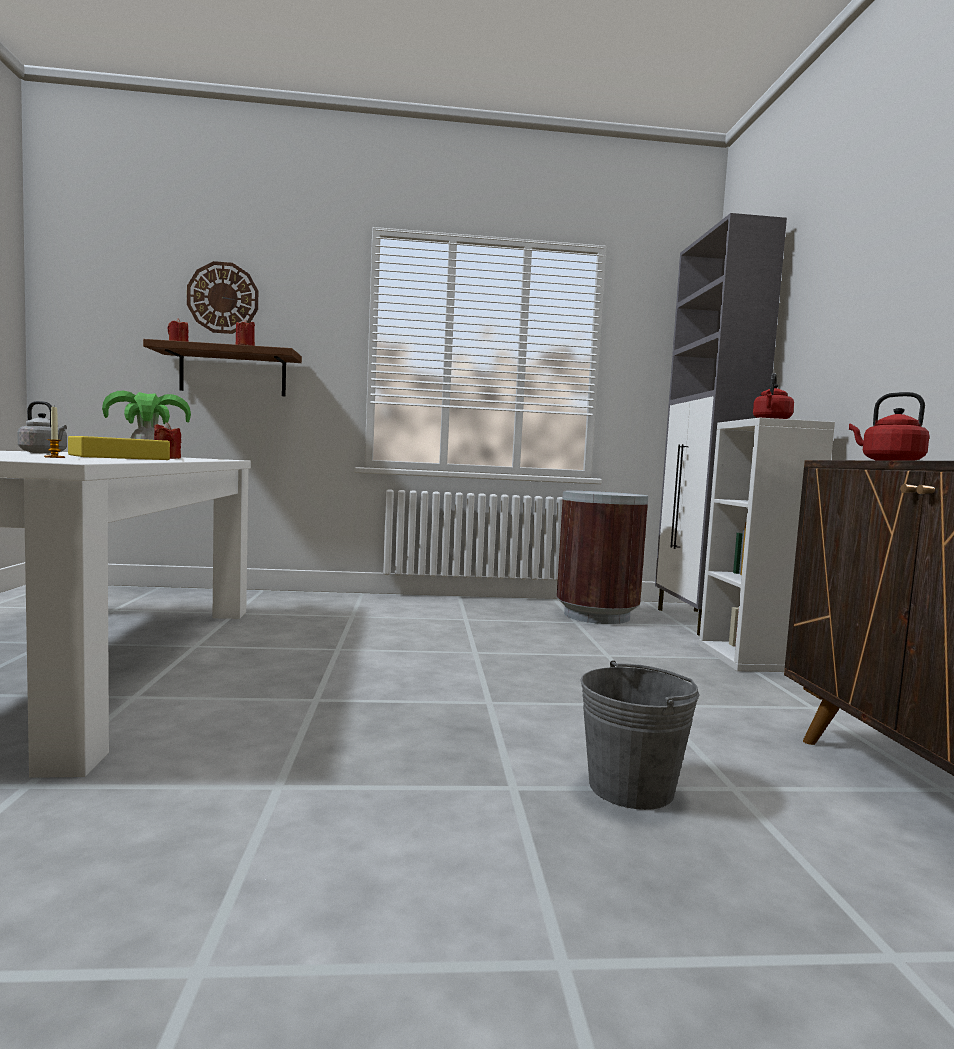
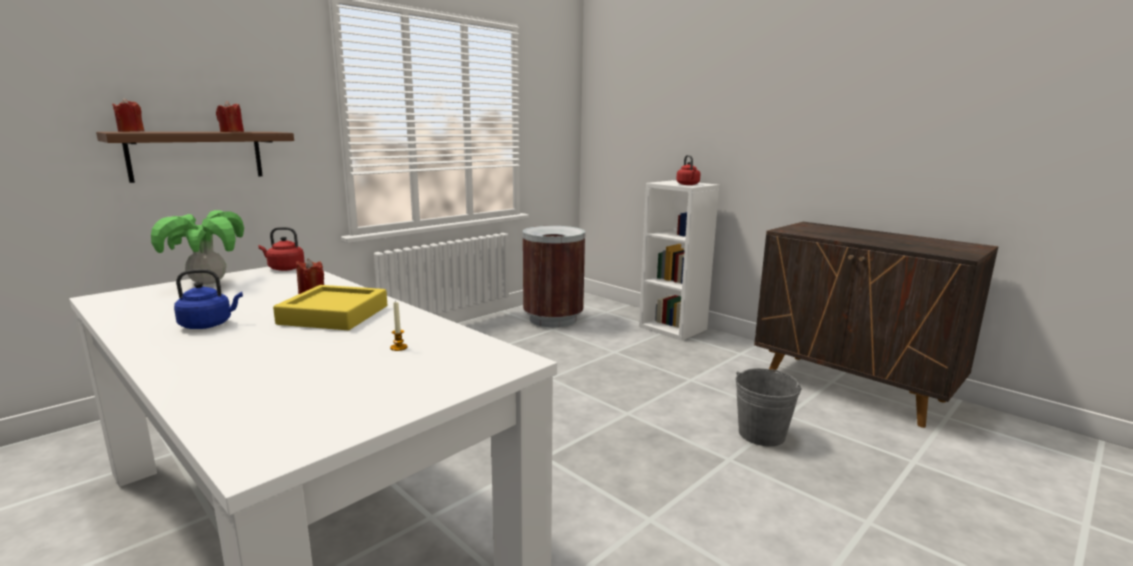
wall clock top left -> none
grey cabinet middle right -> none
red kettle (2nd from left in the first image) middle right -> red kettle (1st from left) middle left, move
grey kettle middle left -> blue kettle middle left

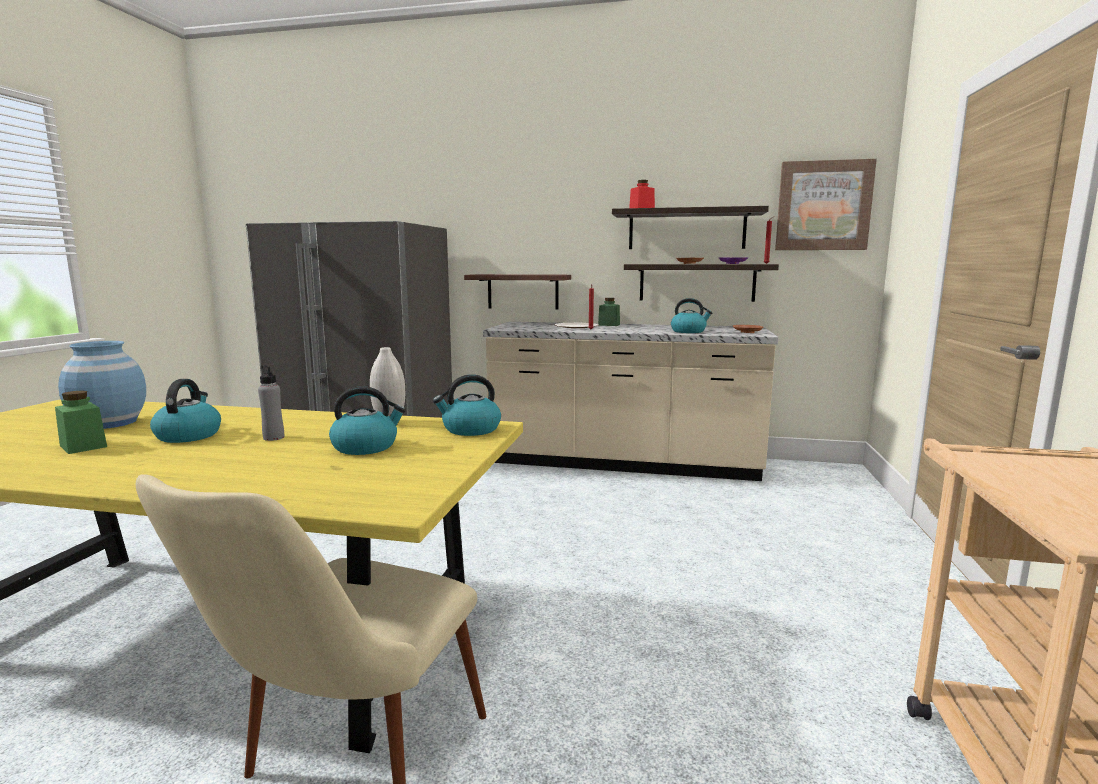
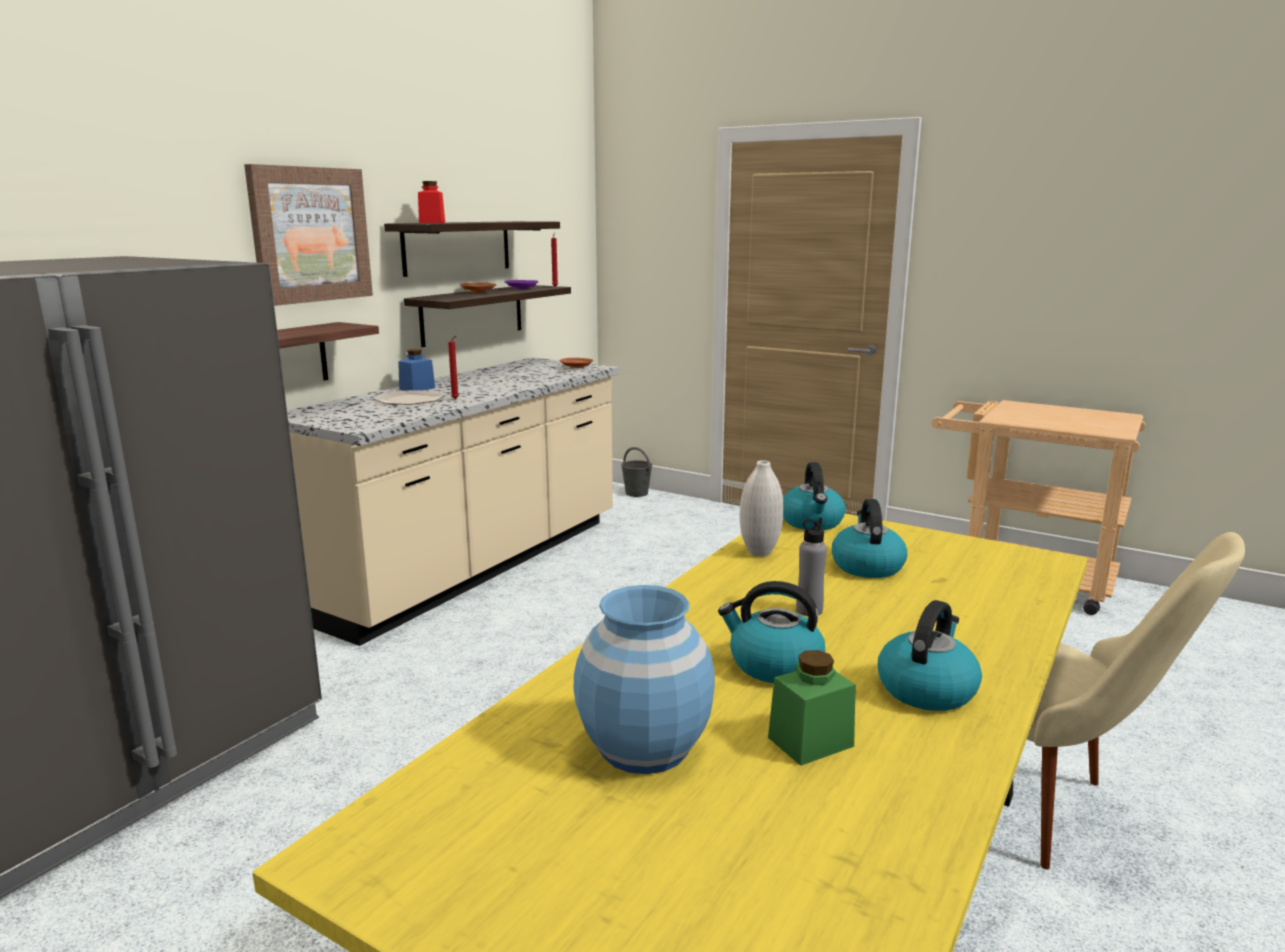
none -> grey bucket centre
kettle (4th from left) centre -> kettle (4th from left) bottom right, move
picture top right -> picture top left, move
green jar (2nd from left) centre -> blue jar middle left

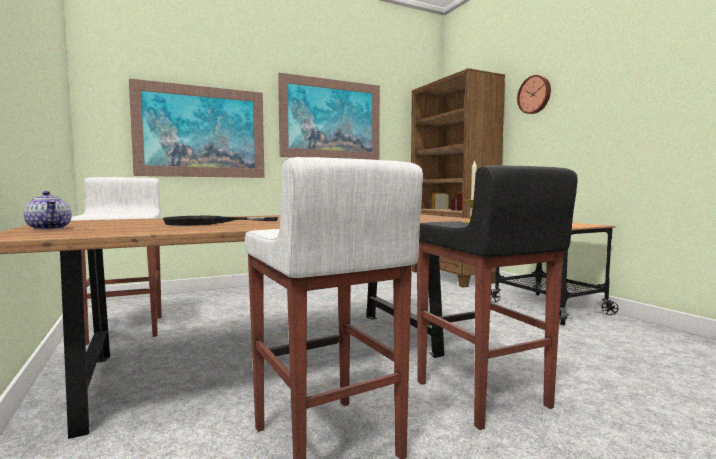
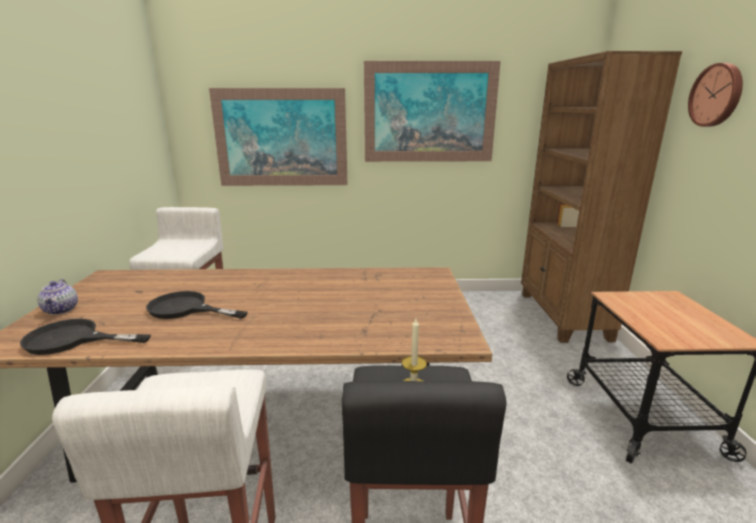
none -> black frying pan (1st from left) middle left

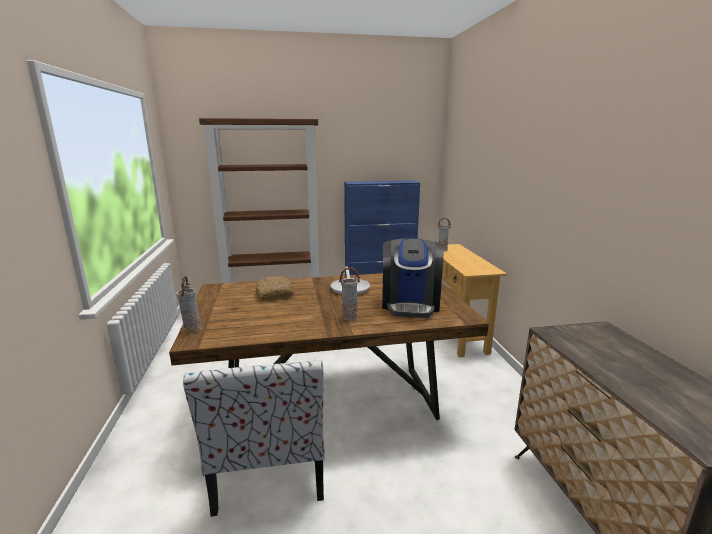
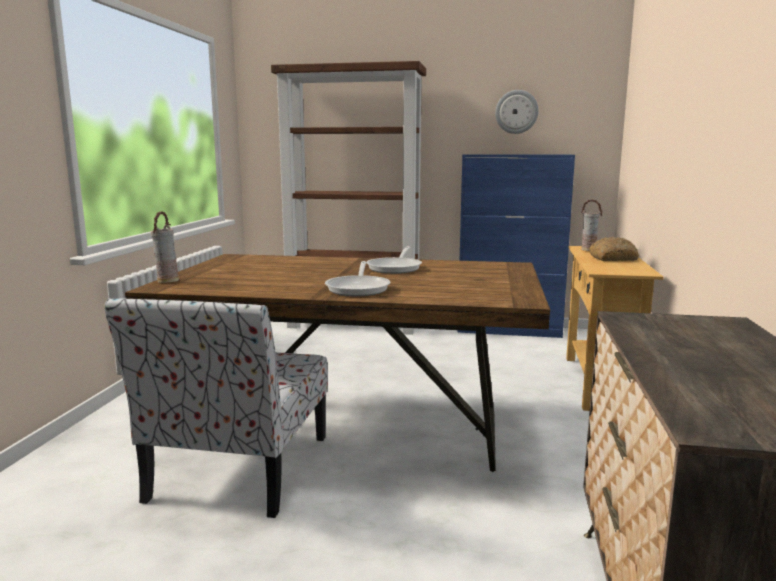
coffee machine centre -> none
none -> wall clock top centre
bread centre -> bread middle right, move
vase (2nd from left) centre -> frying pan (1st from left) centre

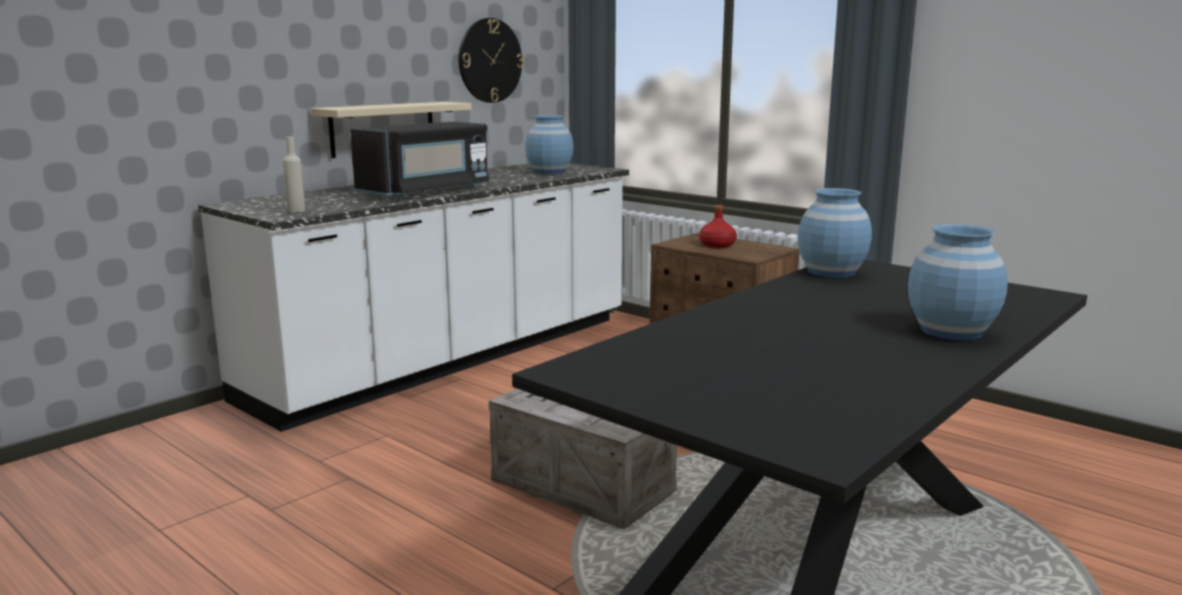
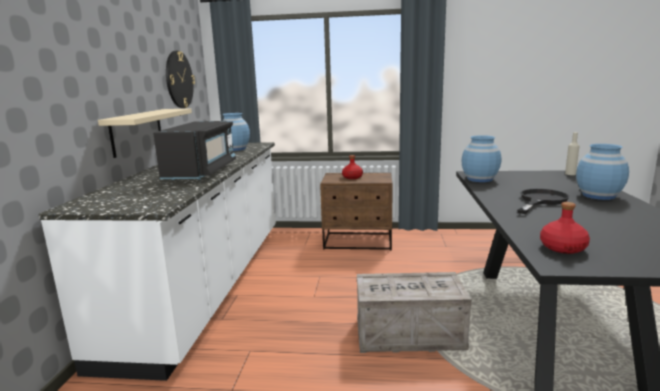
none -> black frying pan middle right
none -> red bottle (2nd from left) middle right
beige bottle top left -> beige bottle middle right, move

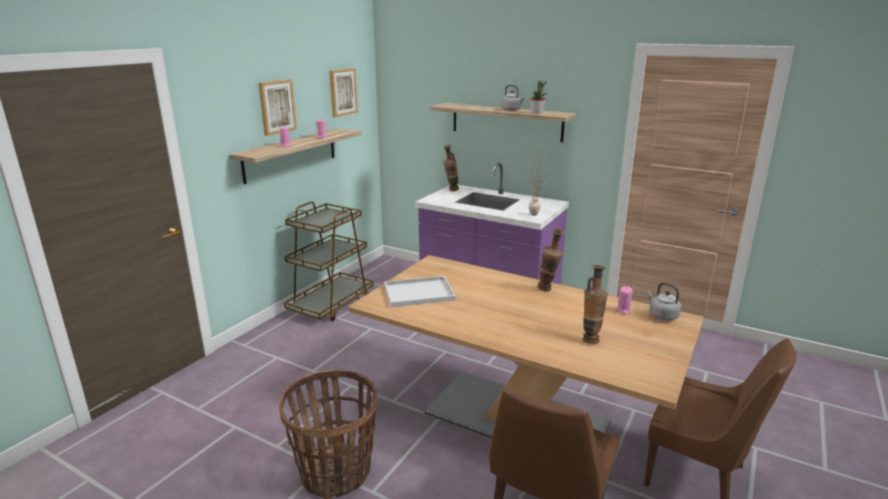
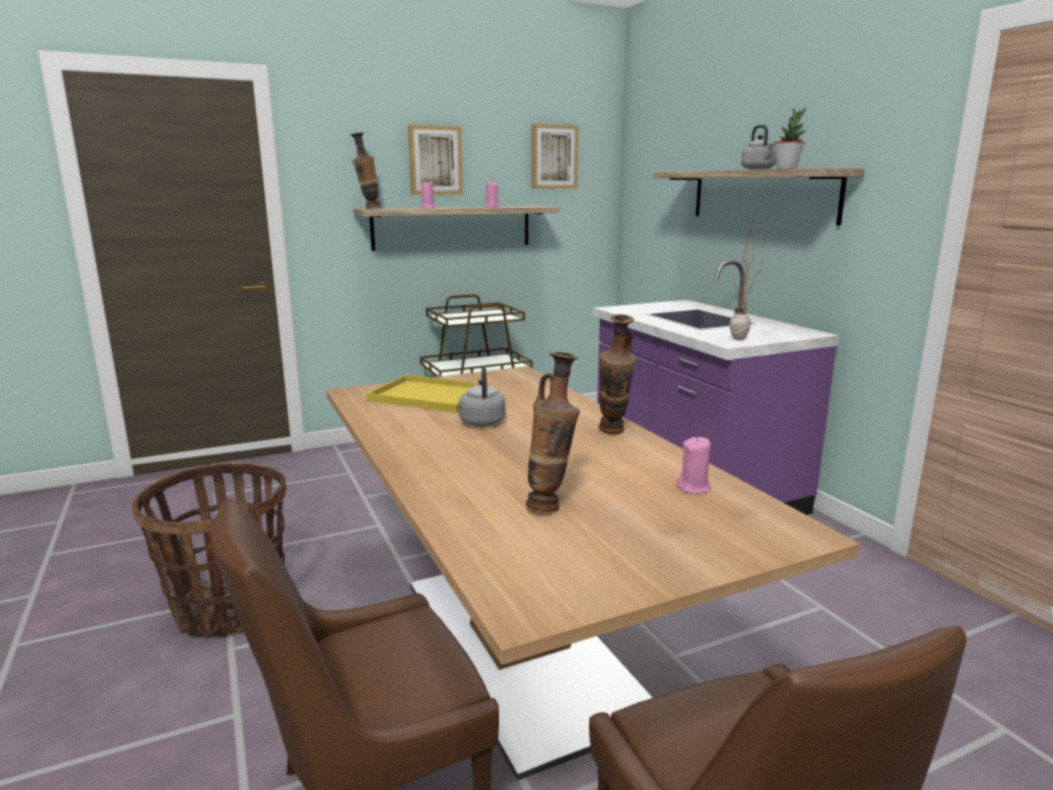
vase (1st from left) centre -> vase (1st from left) top centre, move
grey kettle (2nd from left in the first image) middle right -> grey kettle (1st from left) centre, move
white tray centre -> yellow tray centre

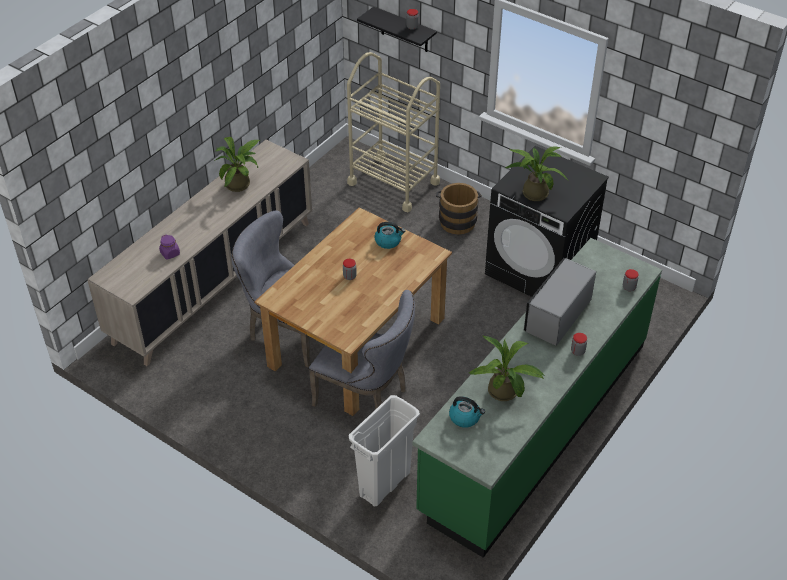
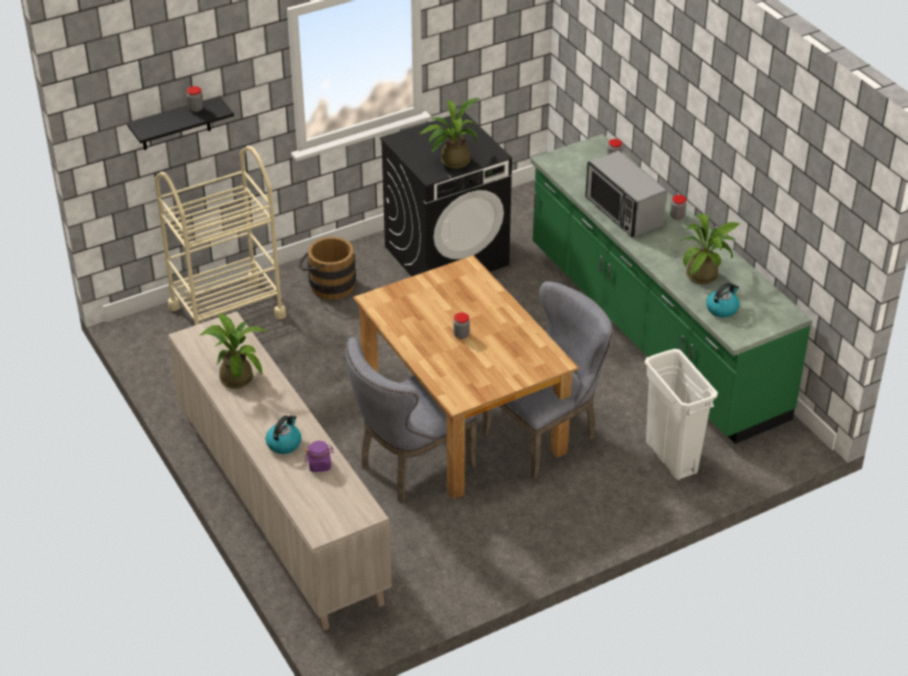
kettle (1st from left) centre -> kettle (1st from left) middle left, move

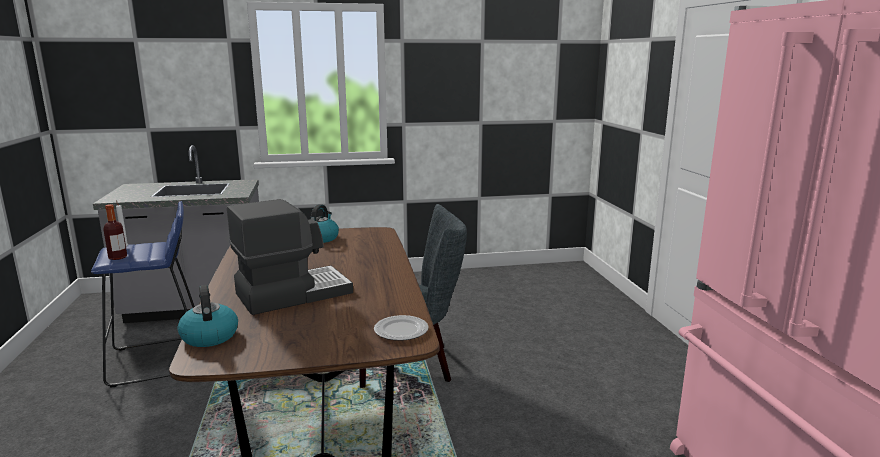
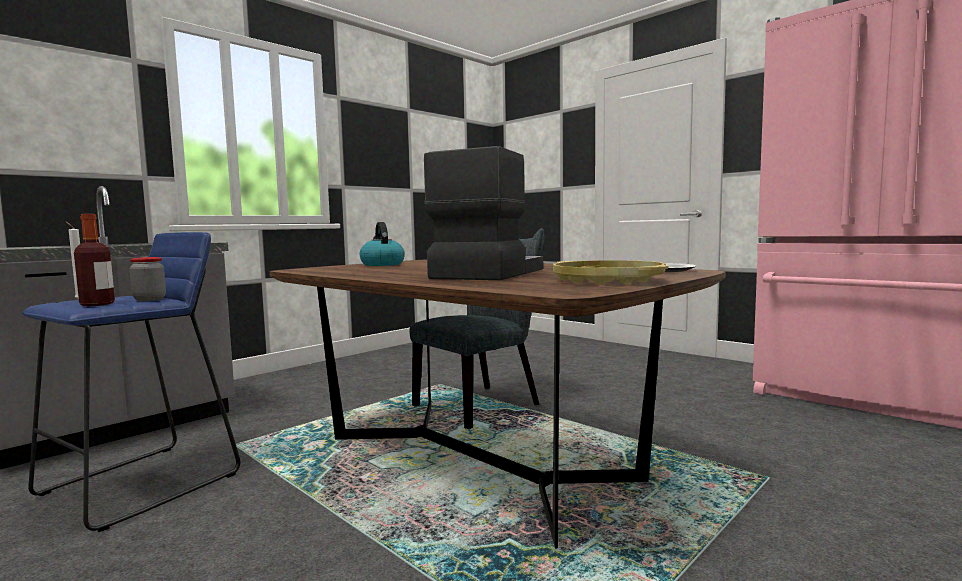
kettle (1st from left) bottom left -> none
none -> jar middle left
none -> yellow tray centre

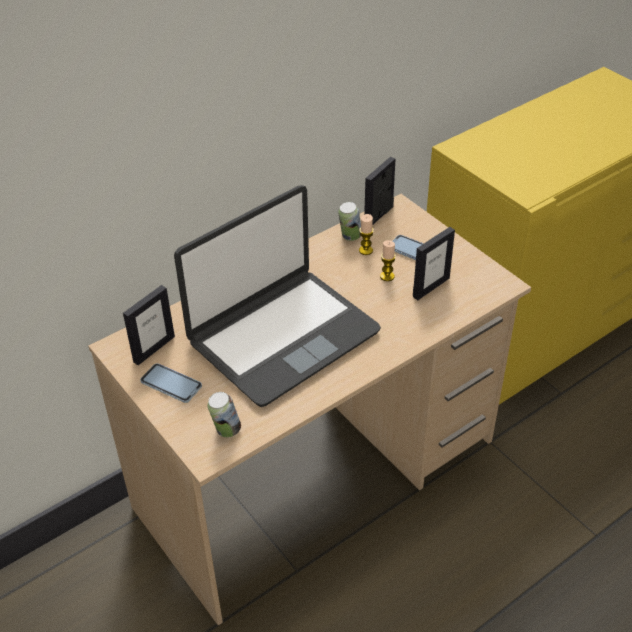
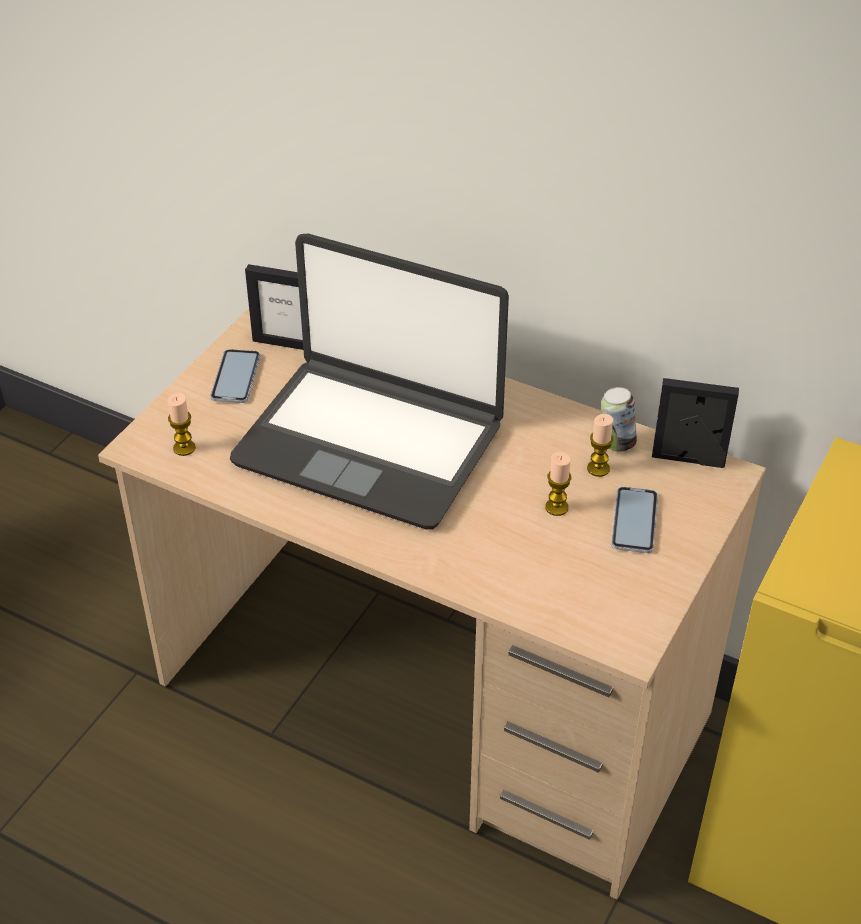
picture frame (3rd from left) middle right -> none
can (1st from left) centre -> candle (1st from left) middle left

